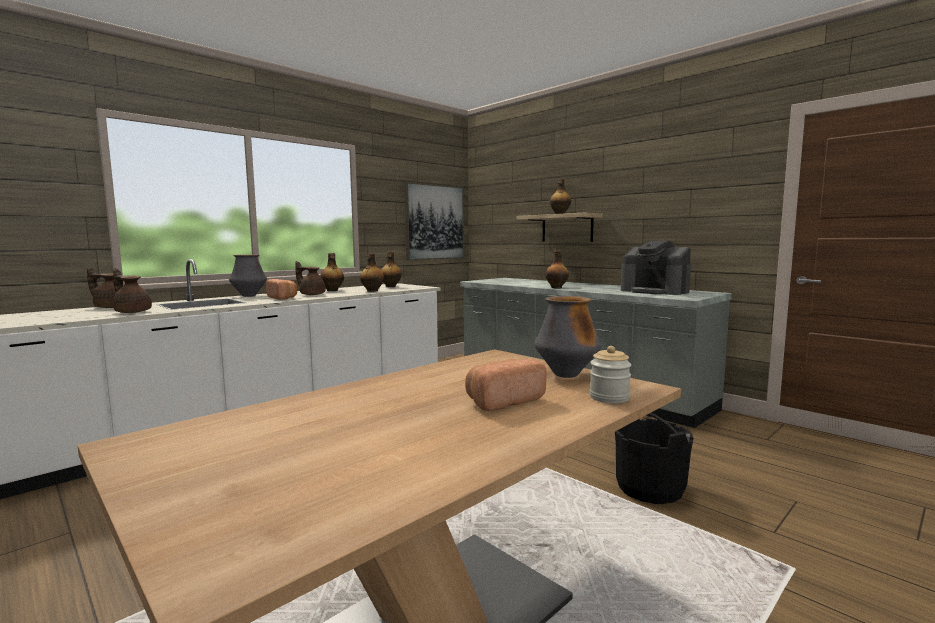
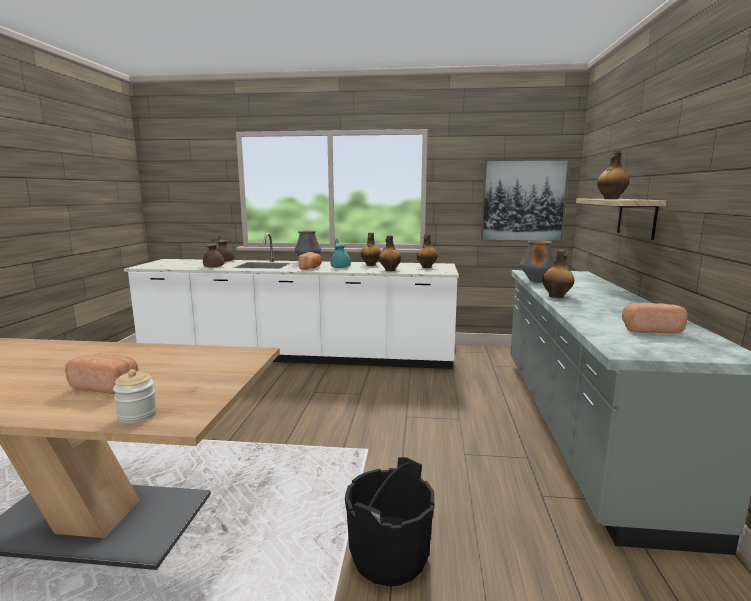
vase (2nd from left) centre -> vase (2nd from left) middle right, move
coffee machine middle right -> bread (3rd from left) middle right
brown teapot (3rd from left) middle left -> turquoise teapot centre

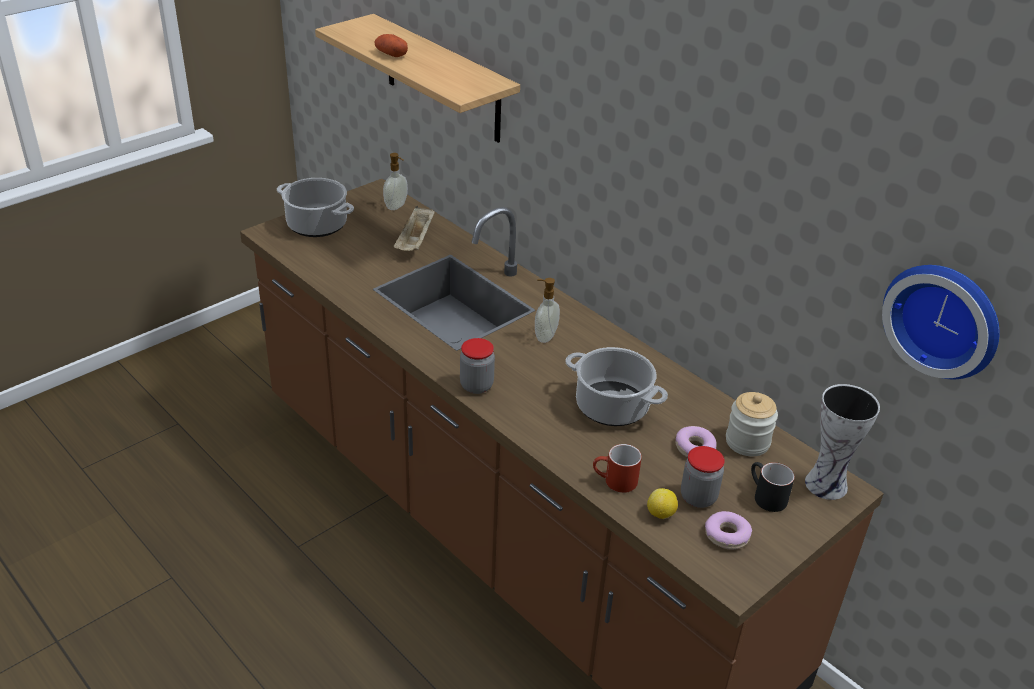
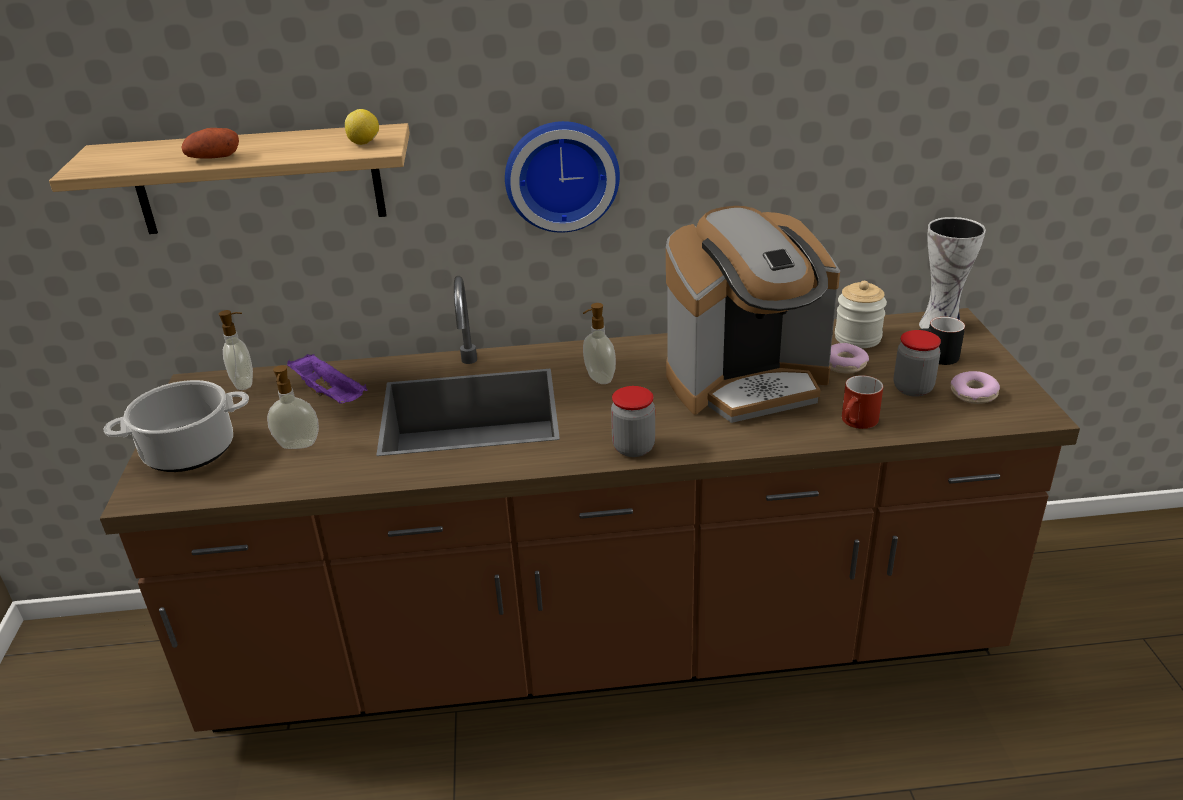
none -> soap dispenser (2nd from left) middle left
lemon bottom centre -> lemon top left, move
wall clock middle right -> wall clock top centre, move
cooking pot (2nd from left) centre -> coffee machine centre
beige tray top centre -> purple tray middle left

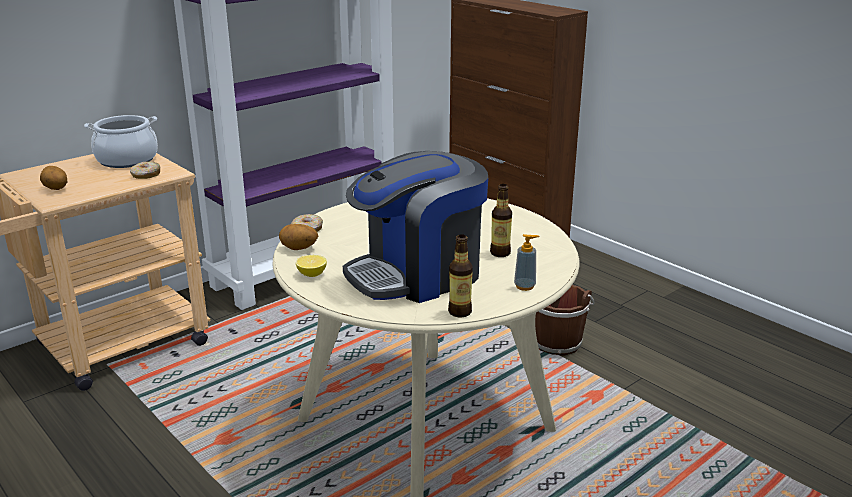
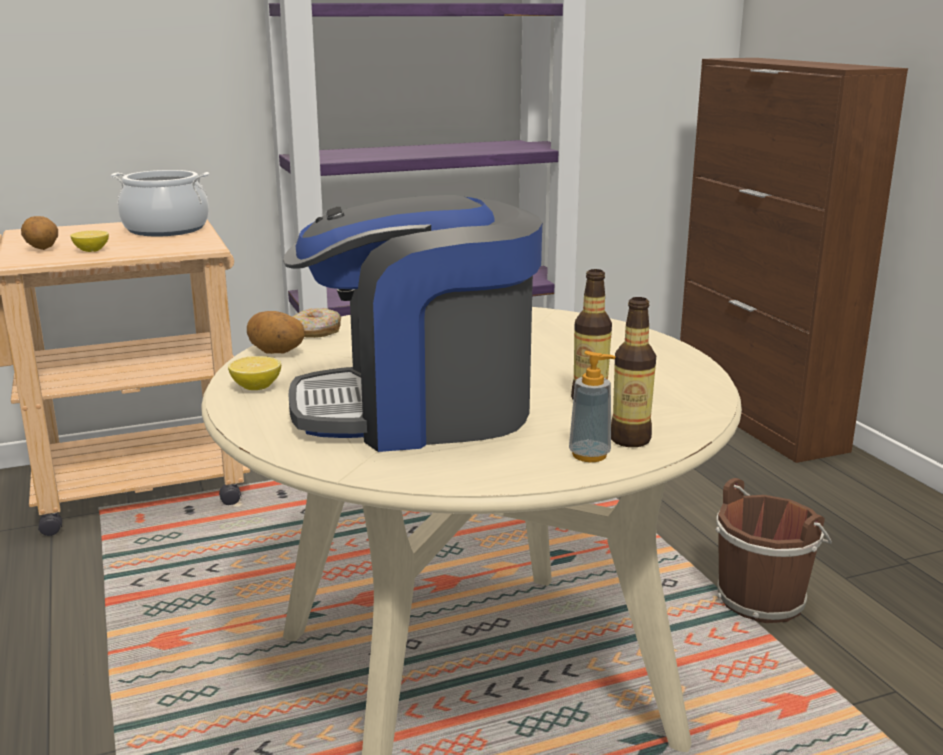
donut (1st from left) middle left -> none
none -> lemon (1st from left) top left
bottle (1st from left in the first image) centre -> bottle (2nd from left) middle right, move

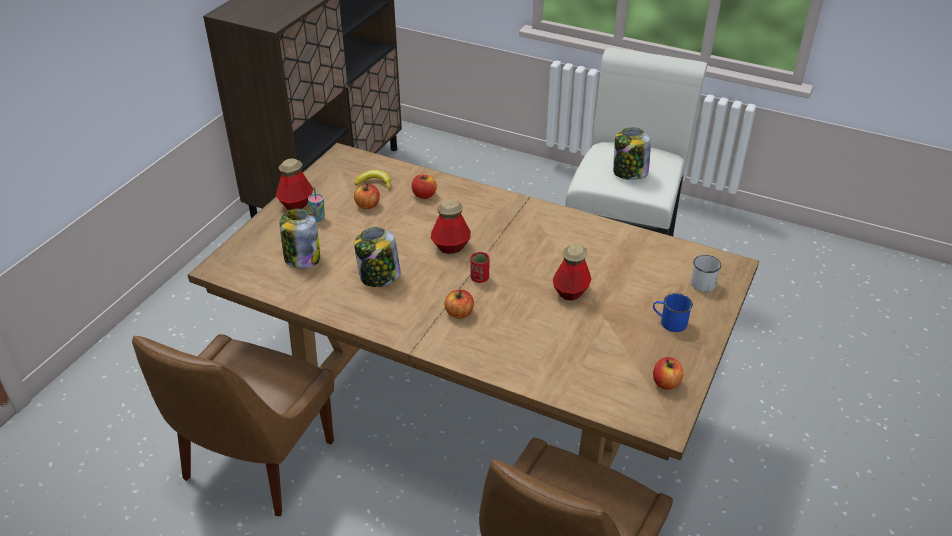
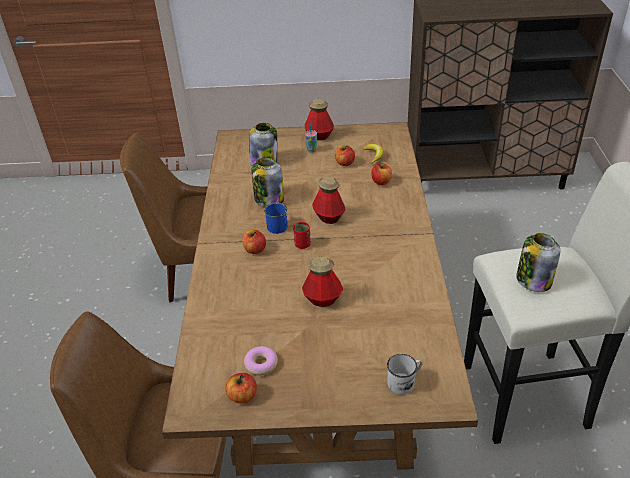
none -> donut bottom centre
blue mug middle right -> blue mug centre, move

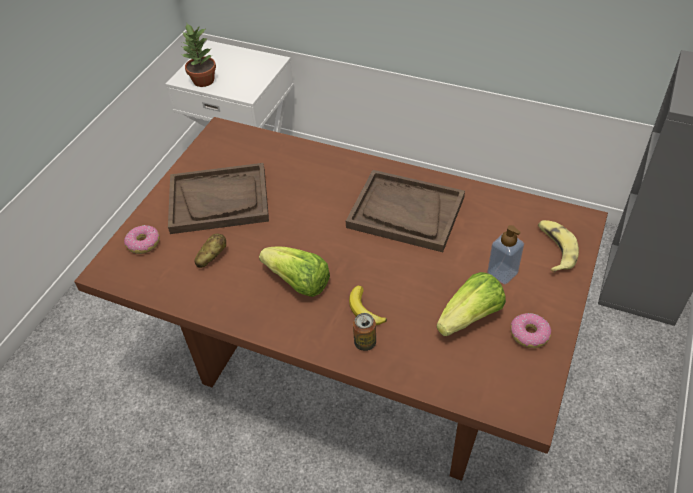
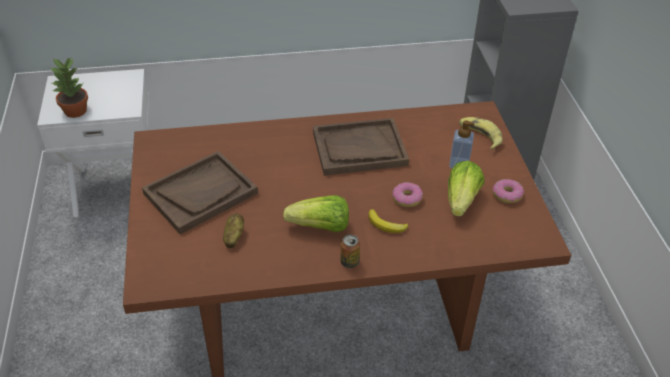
donut (1st from left) middle left -> donut (1st from left) centre, move
can bottom centre -> can centre, move

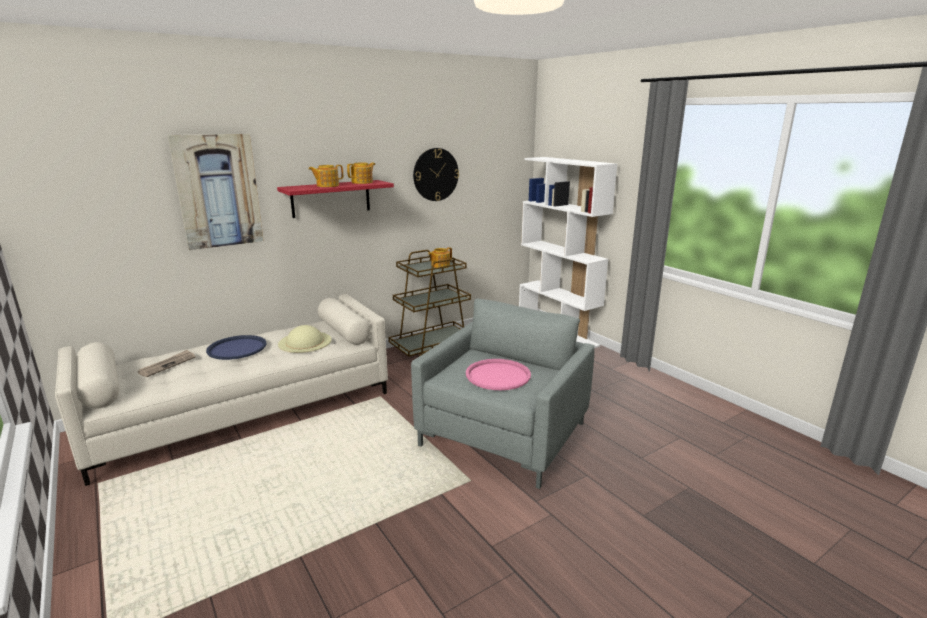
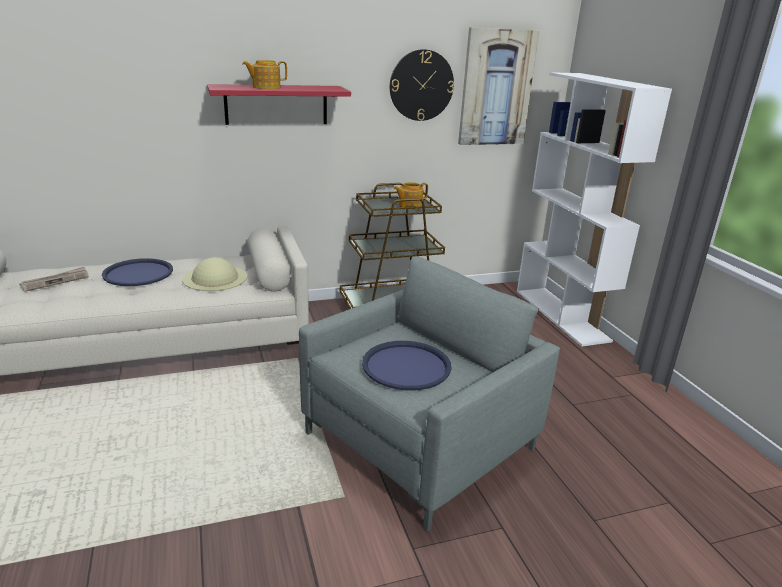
teapot (2nd from left) top centre -> none
picture top left -> picture top centre, move
pink tray centre -> blue tray (2nd from left) centre

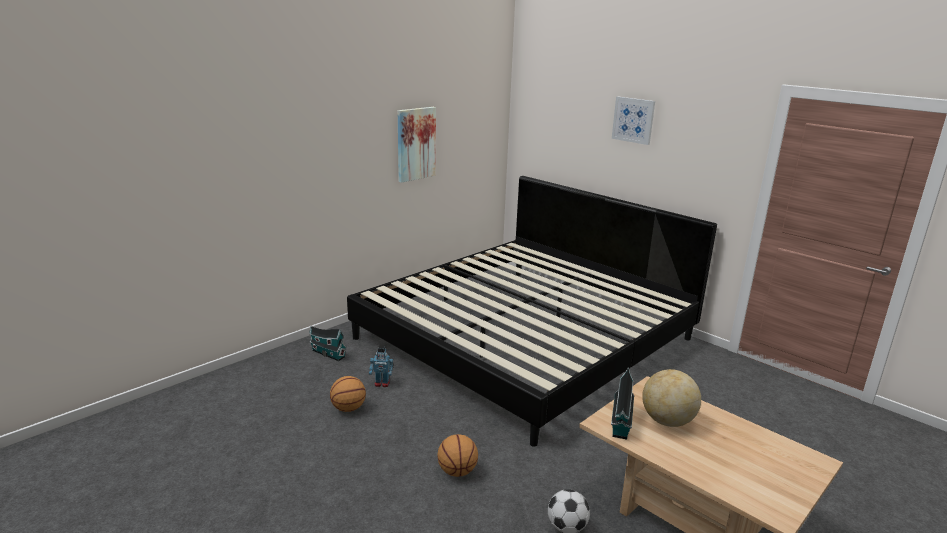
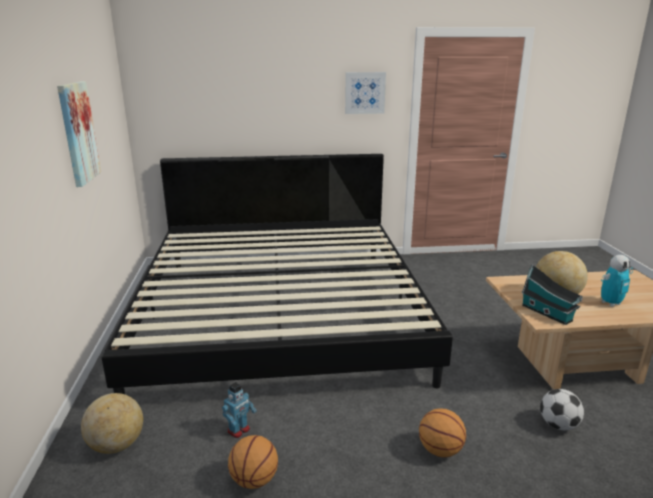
none -> toy robot (2nd from left) middle right
picture (2nd from left) top right -> picture (2nd from left) top centre, move
toy house (1st from left) centre -> globe (1st from left) bottom left

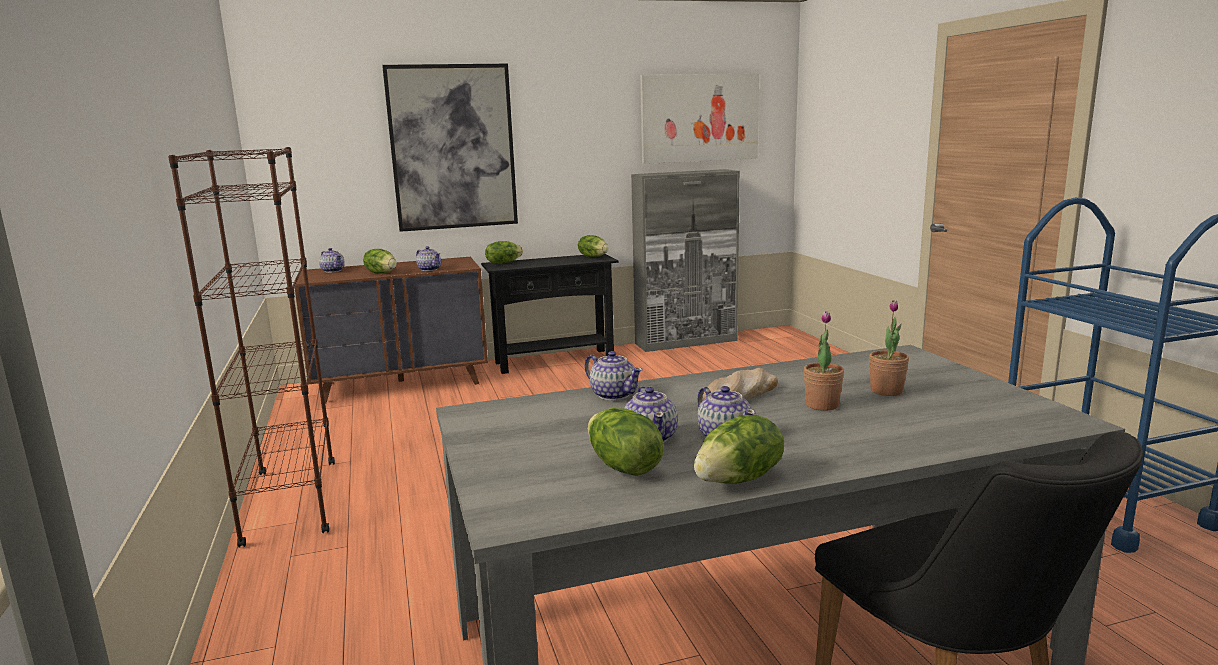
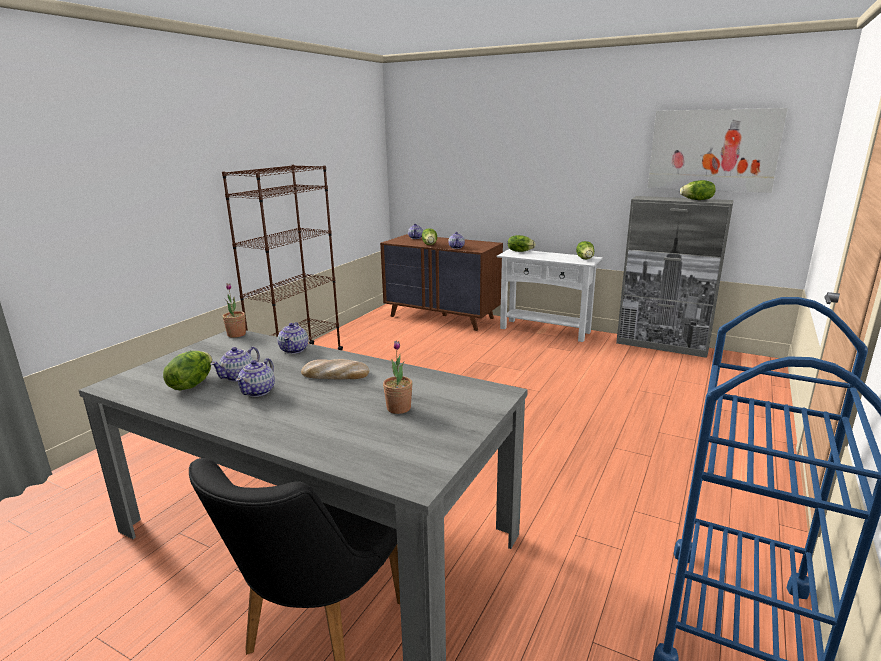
picture (1st from left) top centre -> none
lettuce (5th from left) bottom centre -> lettuce (5th from left) top right, move
potted plant (1st from left) middle right -> potted plant (1st from left) middle left, move
black console table centre -> white console table centre

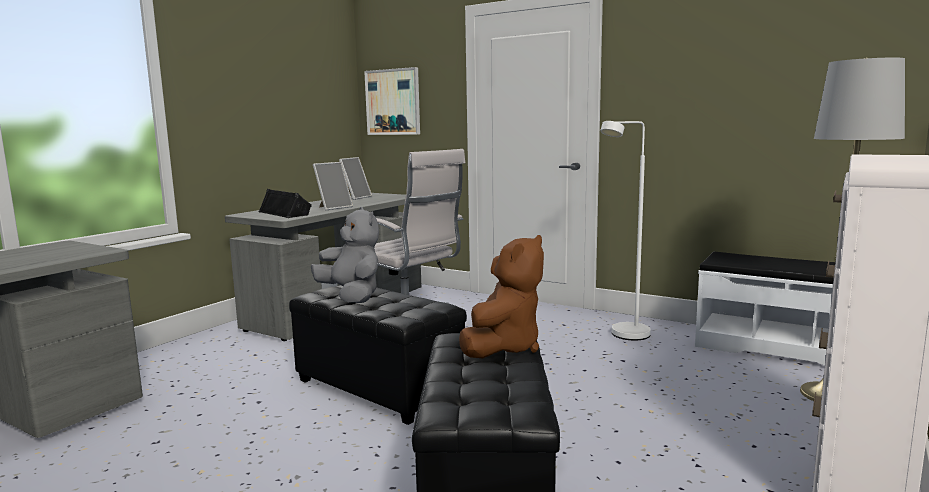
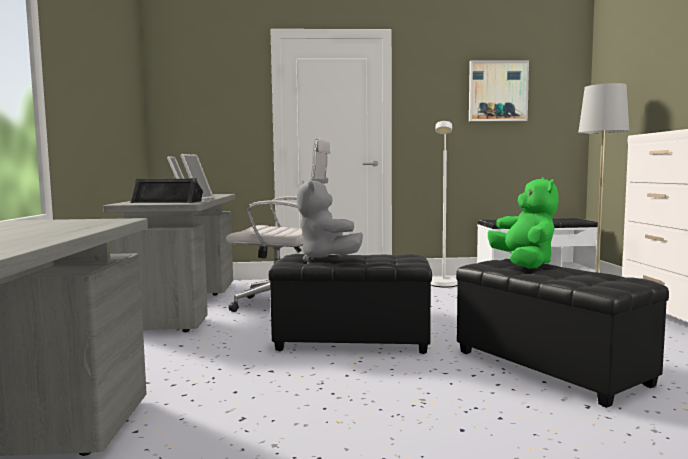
picture top centre -> picture top right, move
brown plush toy centre -> green plush toy middle right
grey plush toy centre, 135 degrees counterclockwise

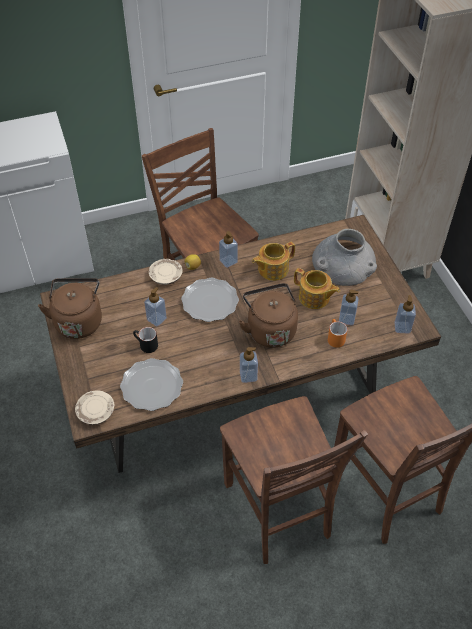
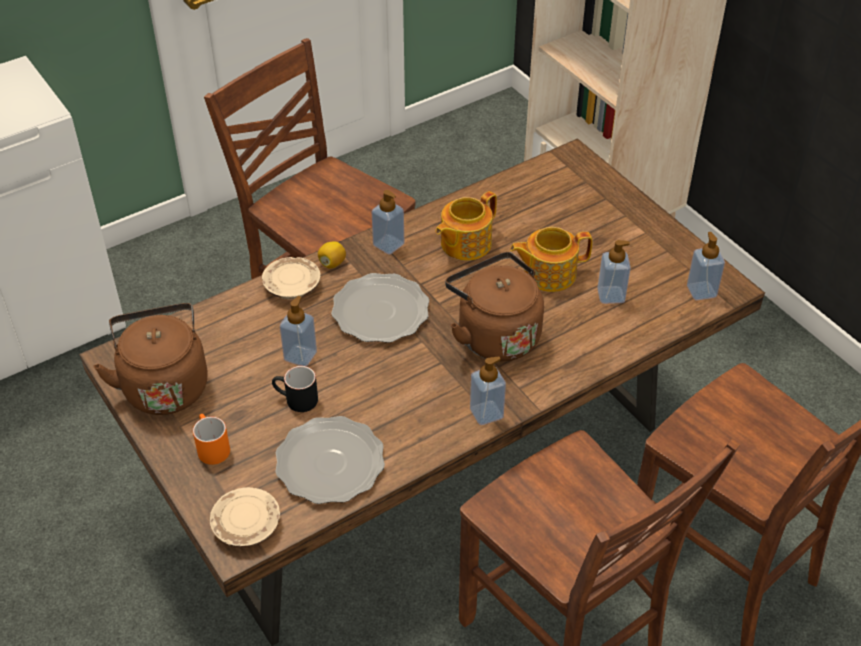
grey vase middle right -> none
orange mug middle right -> orange mug bottom left, move
teapot (2nd from left) middle right -> teapot (2nd from left) centre, 150 degrees clockwise

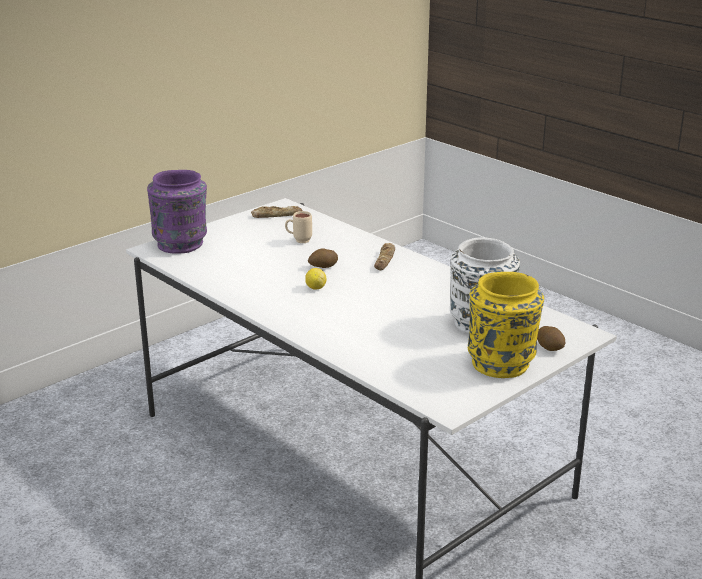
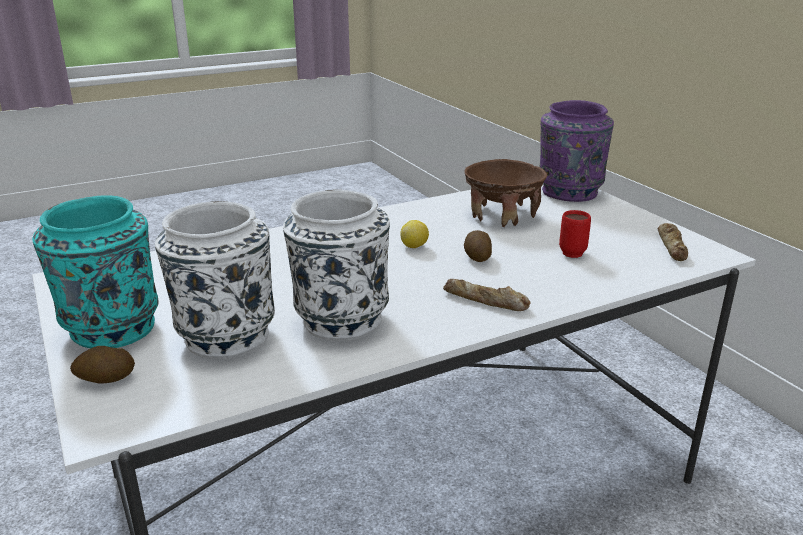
none -> white vase (2nd from left) centre
none -> brown bowl centre
beige mug centre -> red mug middle right
yellow vase middle right -> turquoise vase middle left

